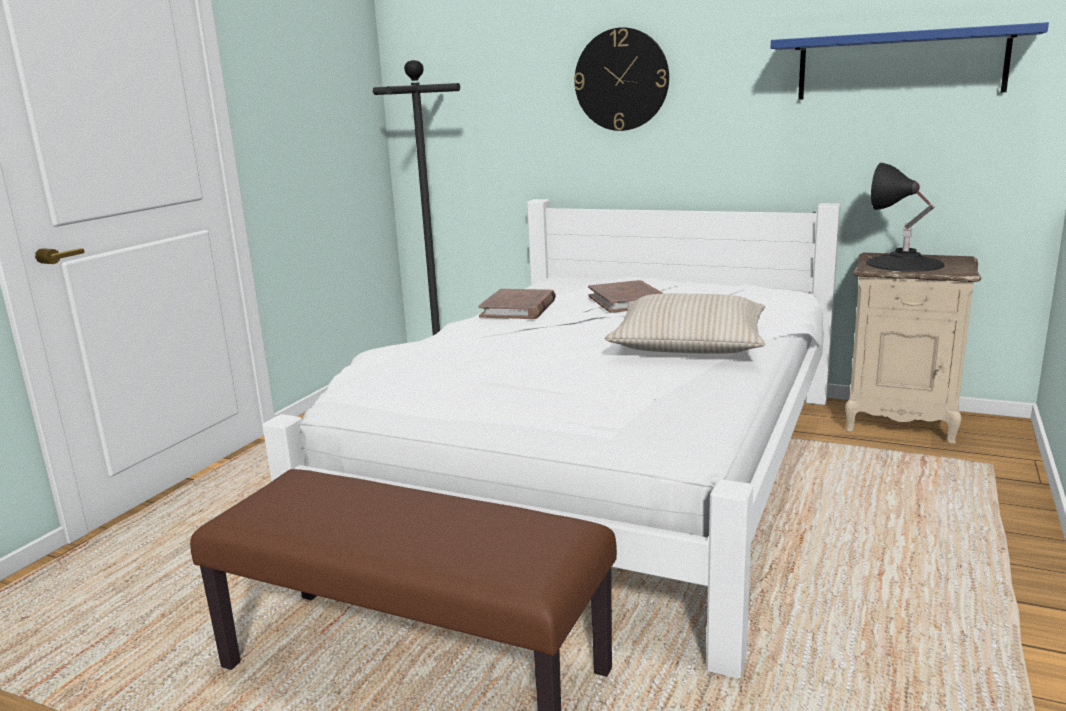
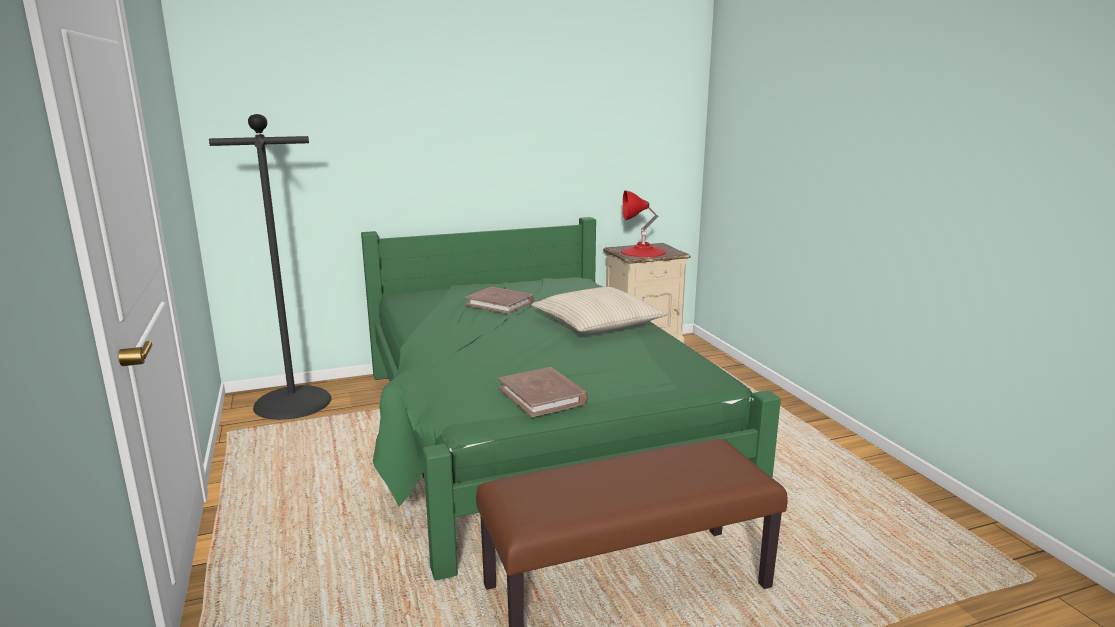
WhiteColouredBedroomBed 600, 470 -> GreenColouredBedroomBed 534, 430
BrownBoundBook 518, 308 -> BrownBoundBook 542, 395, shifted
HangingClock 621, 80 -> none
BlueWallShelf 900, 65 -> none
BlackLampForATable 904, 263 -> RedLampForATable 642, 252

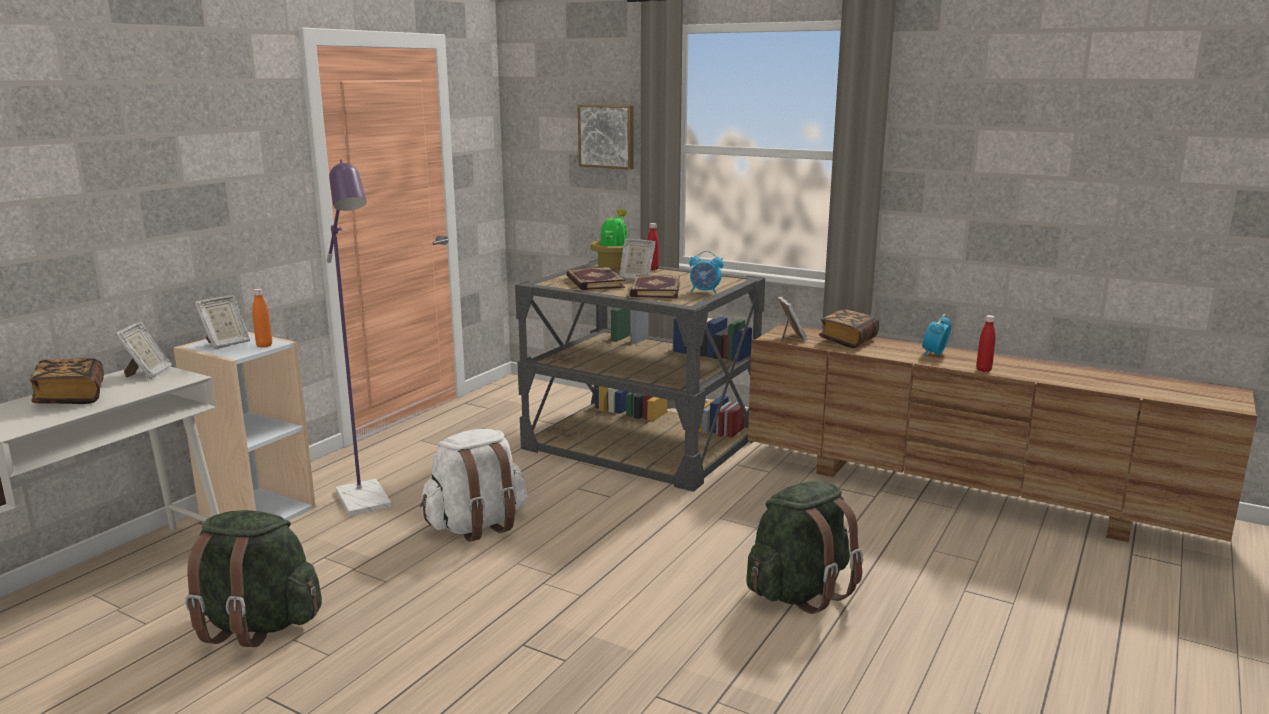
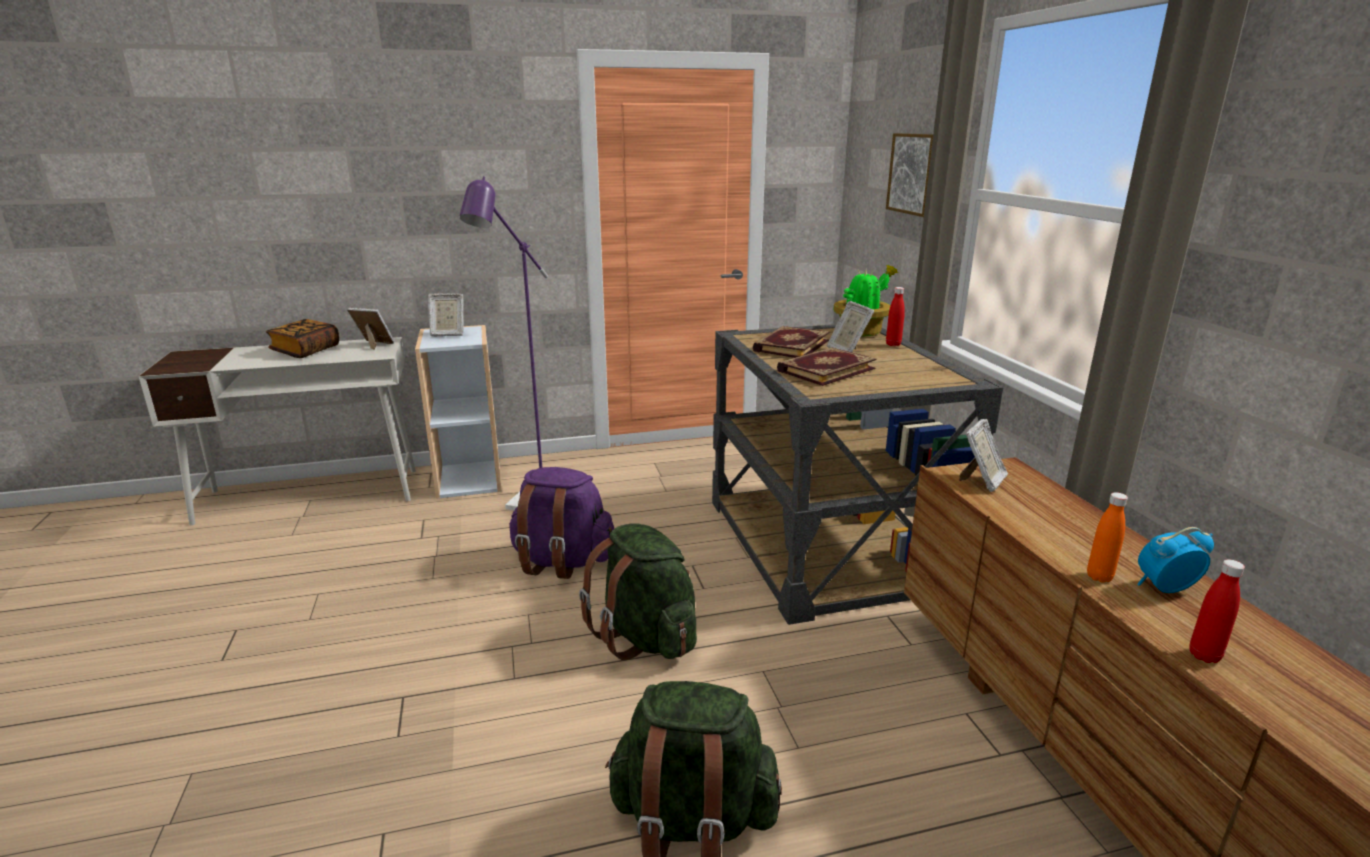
StandingFrame 147, 374 -> StandingFrame 375, 345, 120 degrees counterclockwise
GreenColouredRucksack 257, 625 -> GreenColouredRucksack 646, 636, shifted
OrangeBottle 264, 345 -> OrangeBottle 1099, 577, shifted
WhiteColouredRucksack 477, 525 -> PurplishRucksack 562, 561
BedsideClock 705, 292 -> none
BoundBook 848, 341 -> none

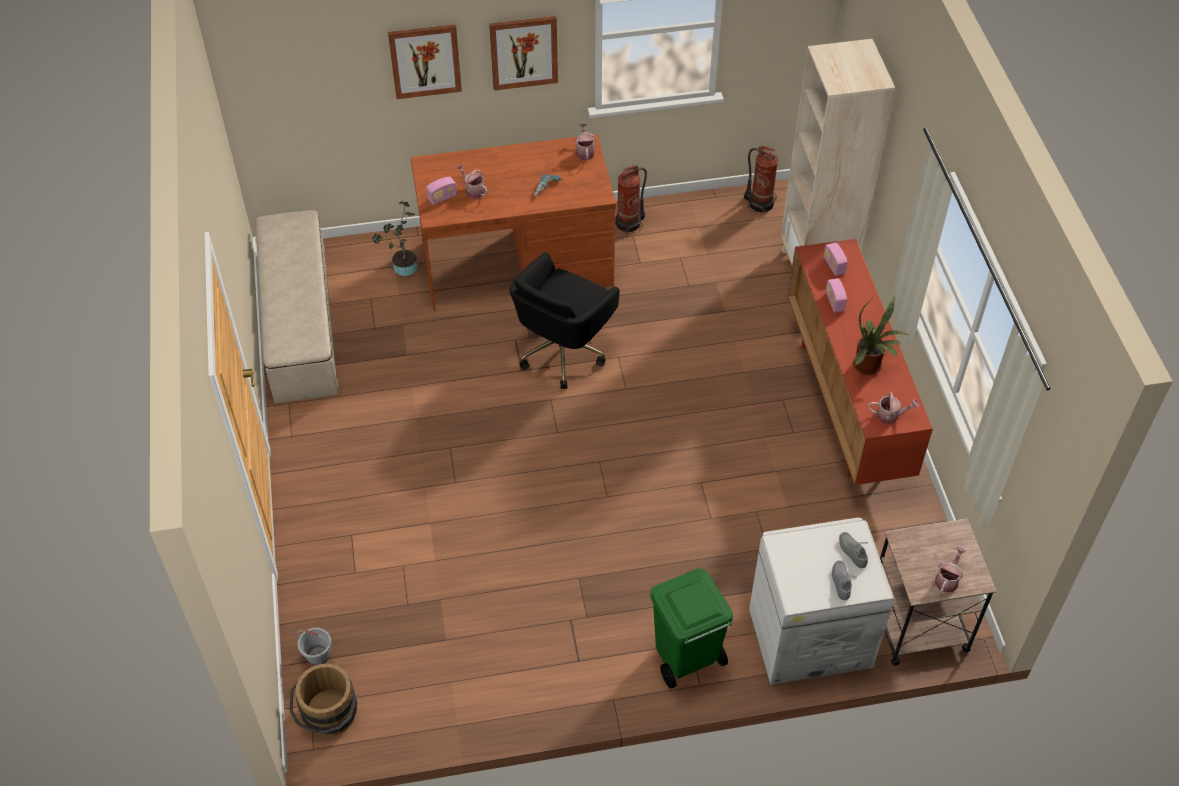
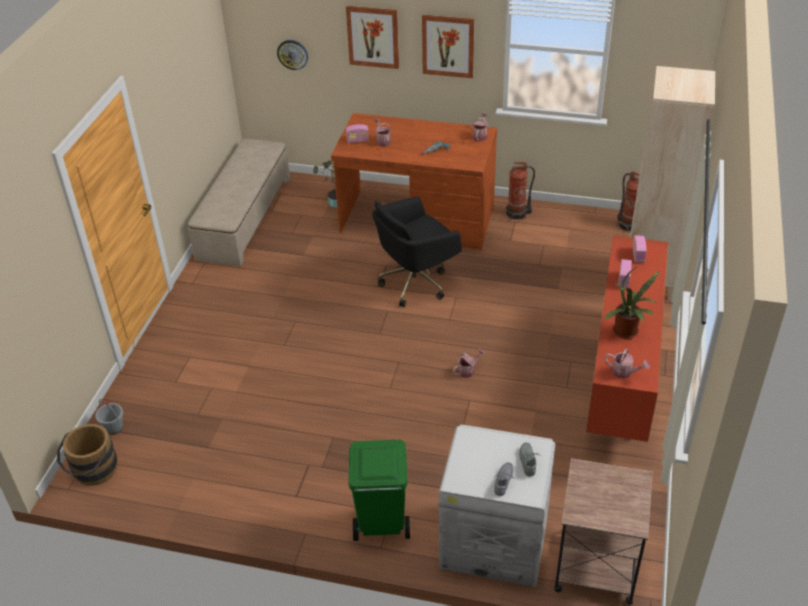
WateringCan 947, 579 -> WateringCan 468, 370, shifted
none -> HangingClock 292, 54

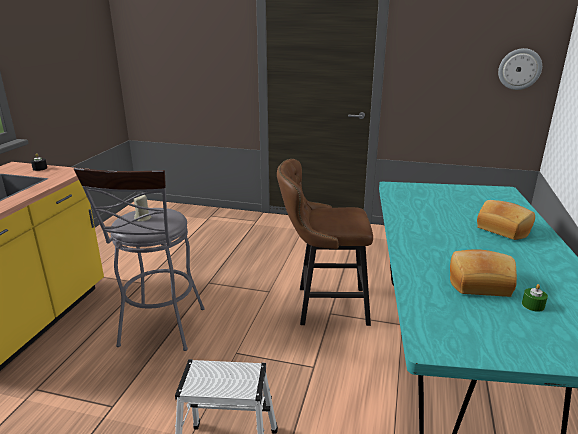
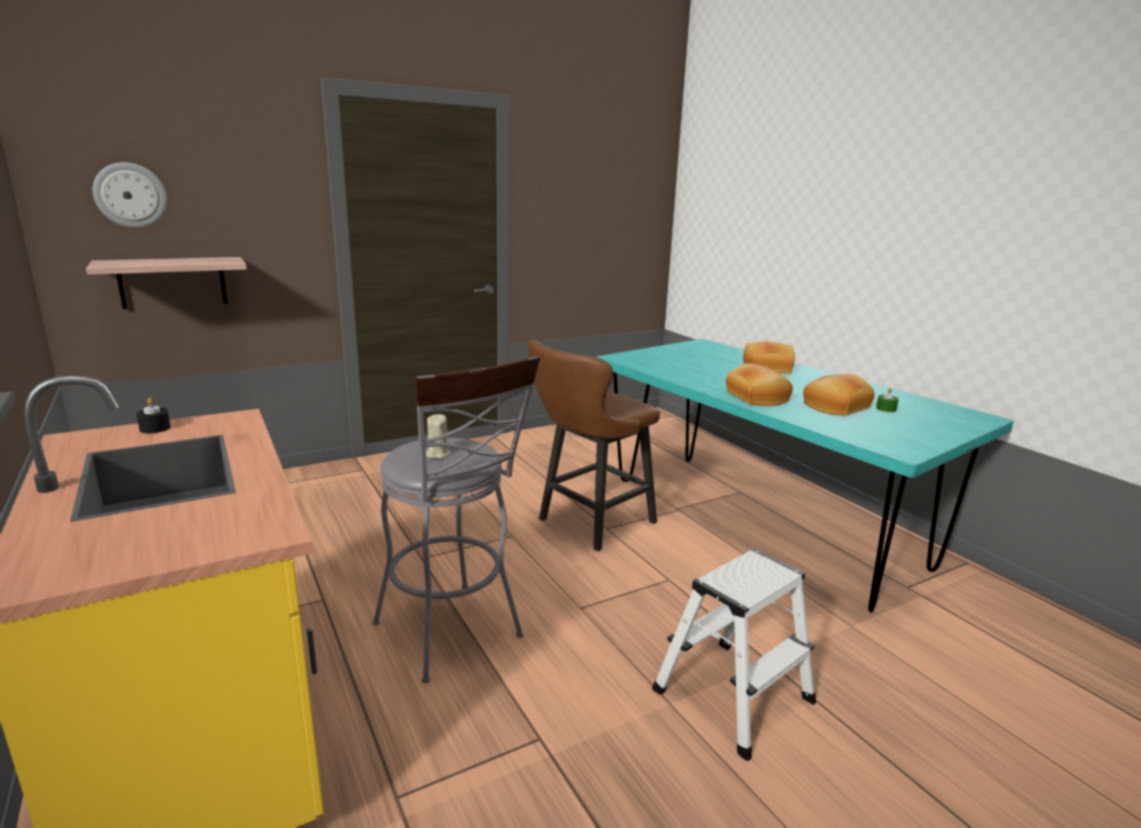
HangingClock 519, 69 -> HangingClock 131, 195, shifted
none -> WallShelf 173, 282
none -> BakedBread 755, 398

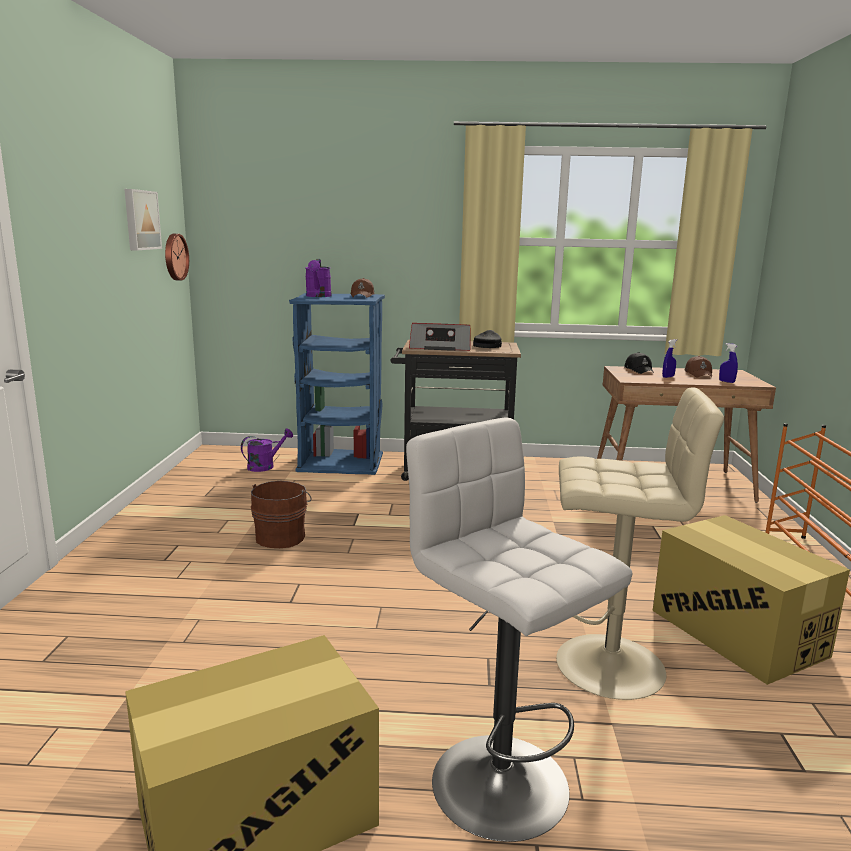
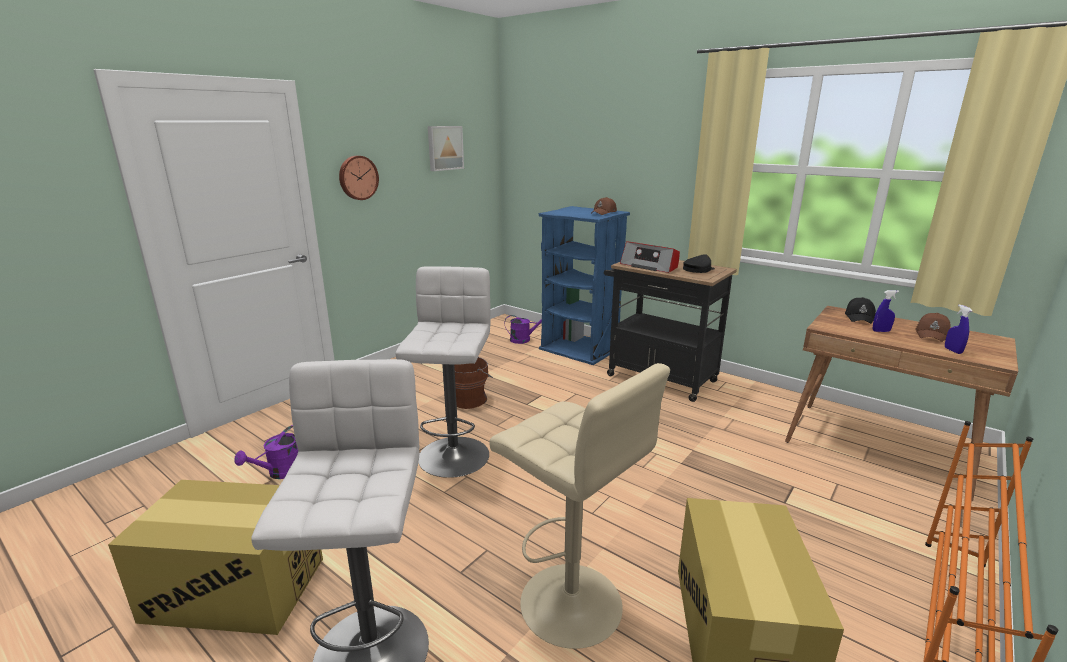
HangingClock 174, 257 -> HangingClock 357, 177, shifted
PurplishWateringCan 318, 296 -> PurplishWateringCan 280, 473, shifted
none -> WhiteColouredStoolSeat 454, 456

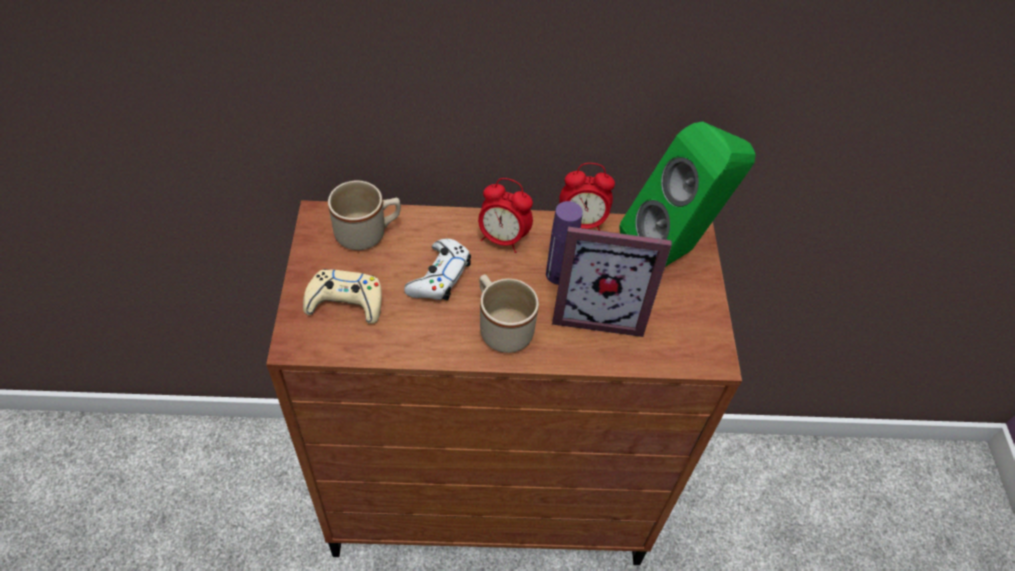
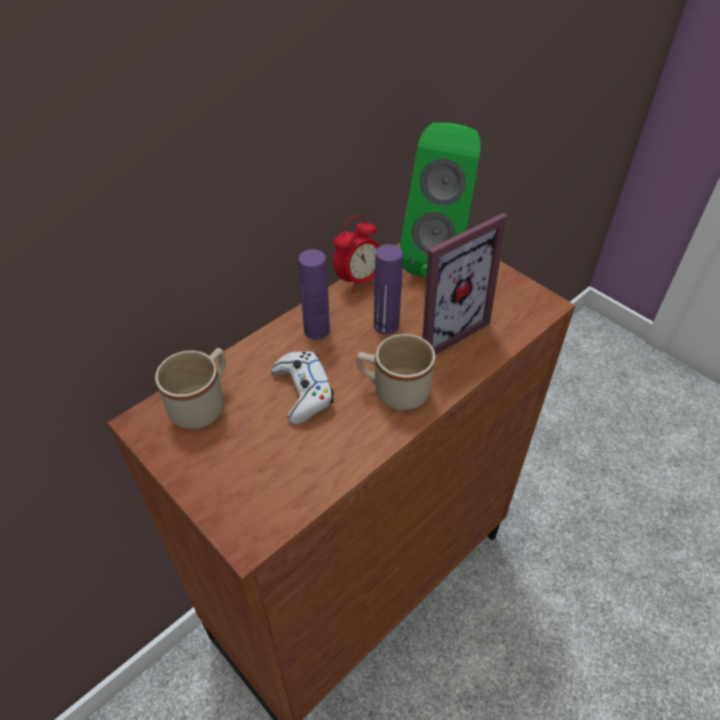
BeigeColouredGamepad 345, 302 -> none
BedsideClock 502, 239 -> PurplishBottle 317, 330

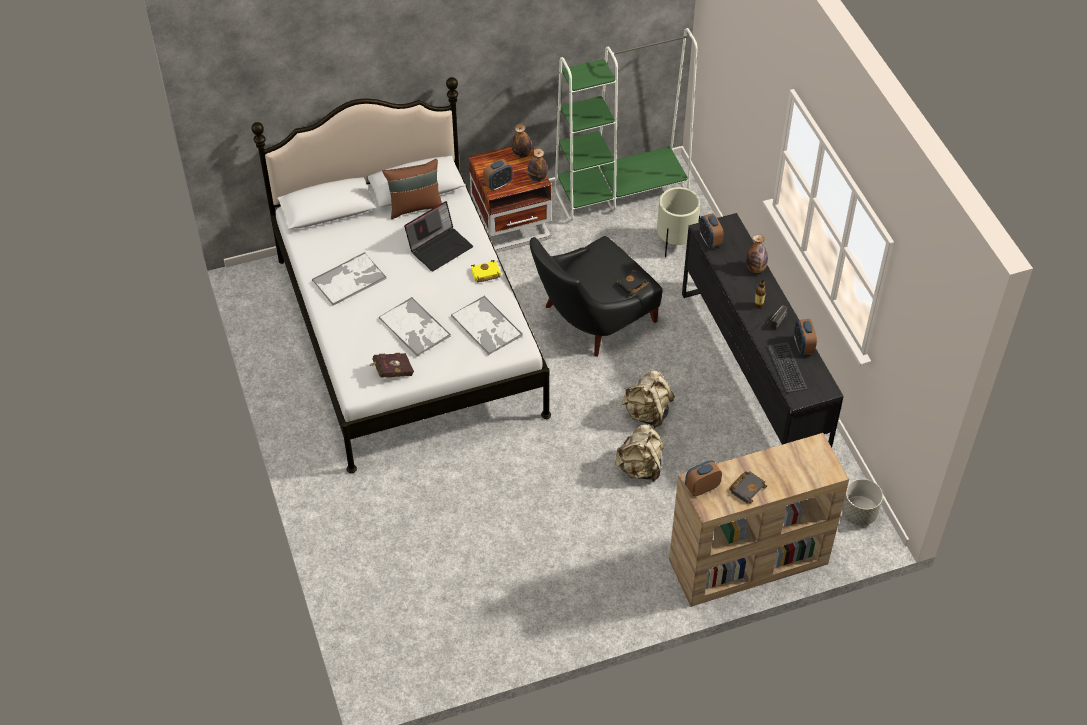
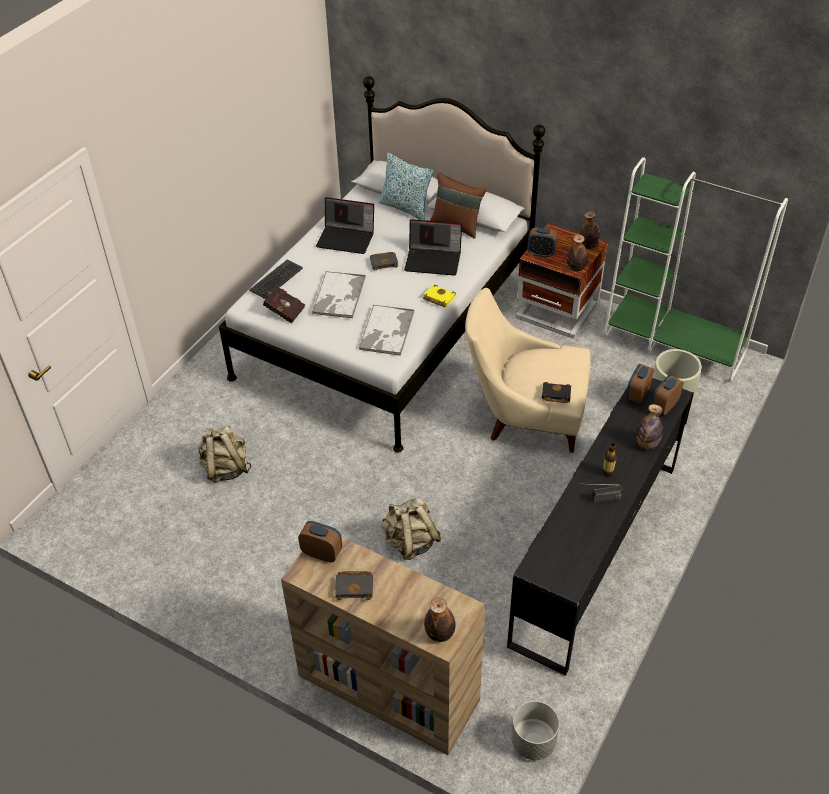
Tray 349, 279 -> NotebookComputer 347, 238
BlackEasyChair 591, 319 -> BeigeColouredEasyChair 525, 412
BeigeColouredRucksack 647, 413 -> BeigeColouredRucksack 225, 468, shifted
ComputerKeyboard 787, 368 -> ComputerKeyboard 277, 279, shifted
BedsideClock 803, 346 -> BedsideClock 664, 406, shifted
none -> BlackBoundBook 384, 262
none -> Pillow 405, 208
none -> Bottle 440, 634

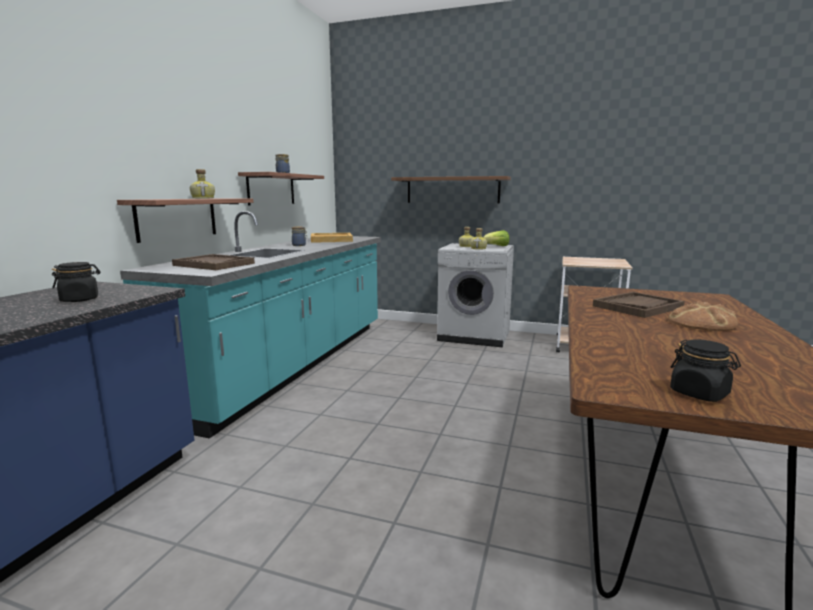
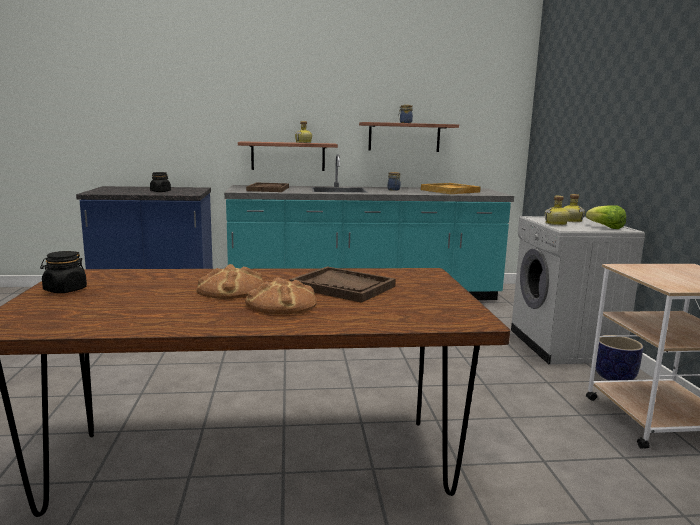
BrownWallShelf 452, 190 -> none
none -> BakedBread 230, 289
none -> FlowerPot 615, 377

